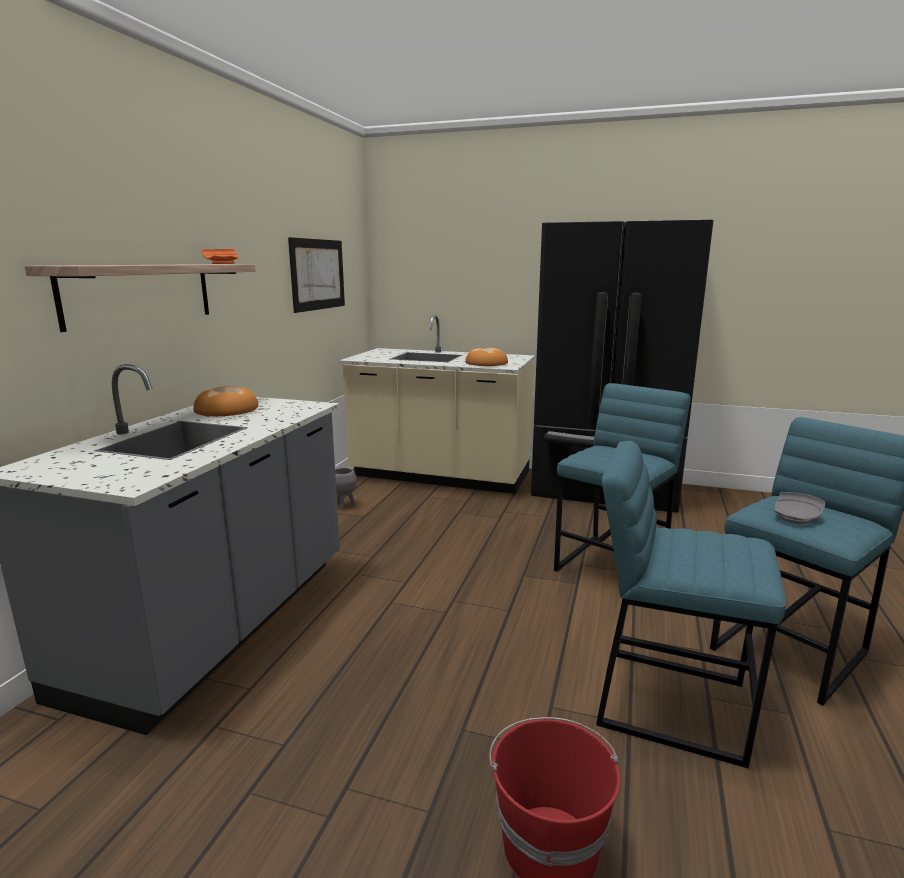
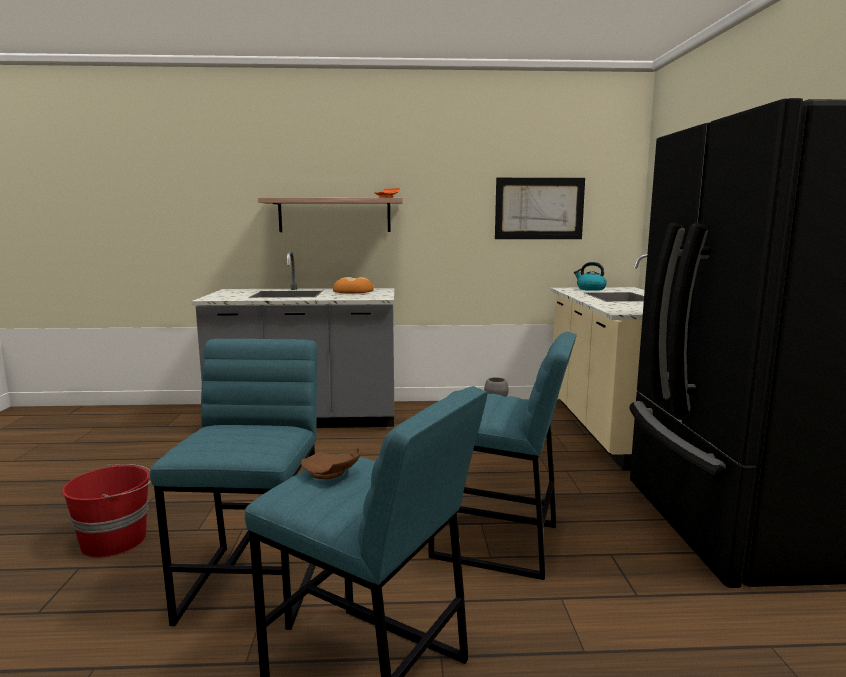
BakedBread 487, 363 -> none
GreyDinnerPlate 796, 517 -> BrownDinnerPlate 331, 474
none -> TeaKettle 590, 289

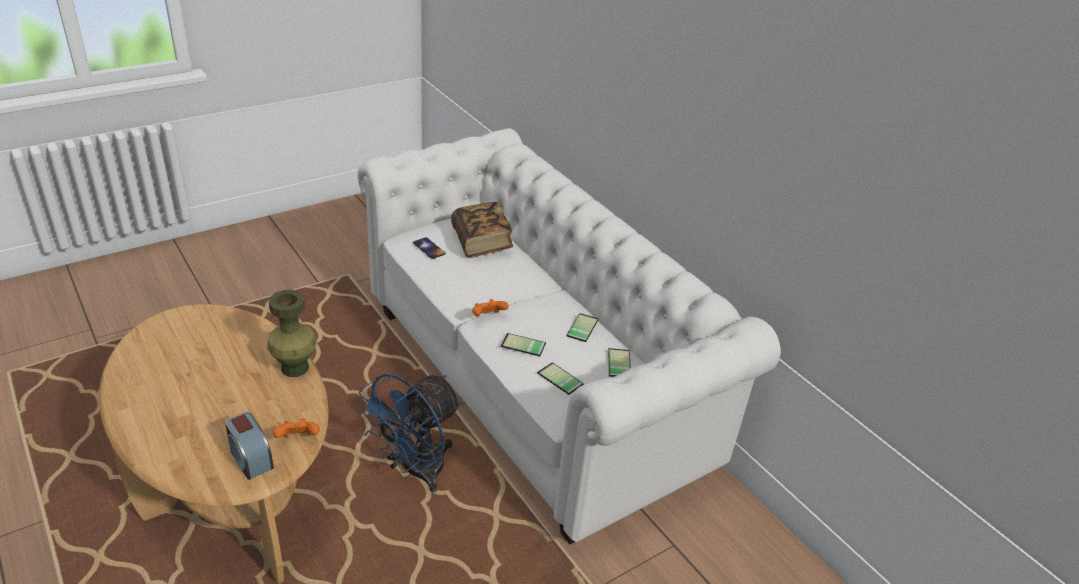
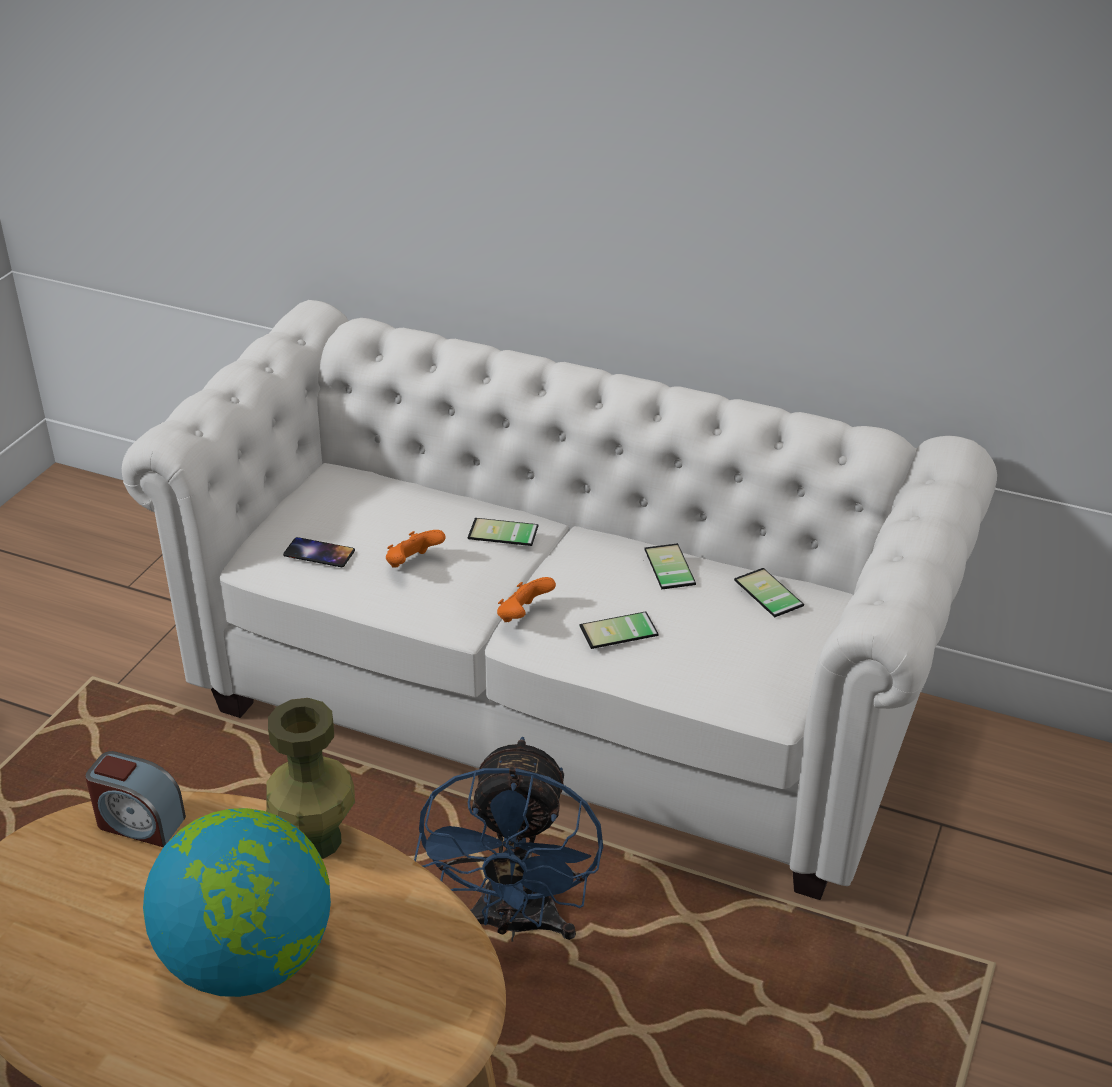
BedsideClock 250, 459 -> BedsideClock 139, 822, shifted
OrangeGamepad 298, 439 -> OrangeGamepad 413, 564, shifted
BoundBook 481, 242 -> none
Handset 558, 380 -> Handset 502, 534, shifted
none -> Globe 249, 960

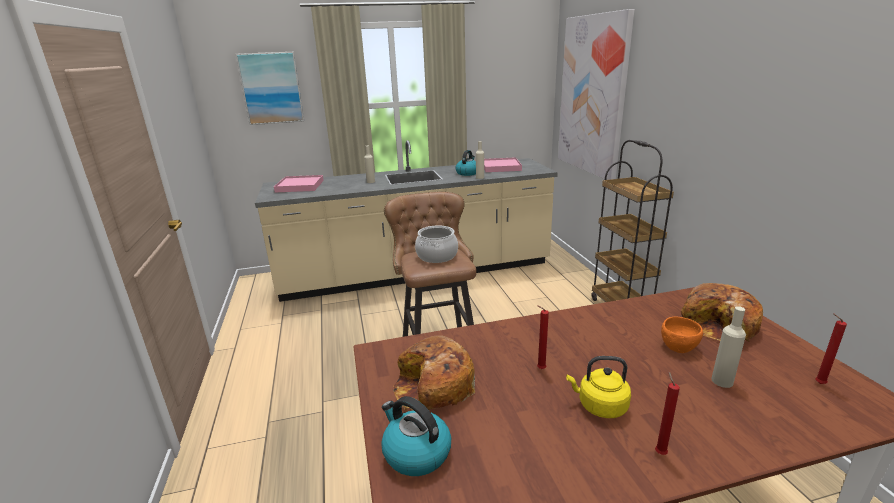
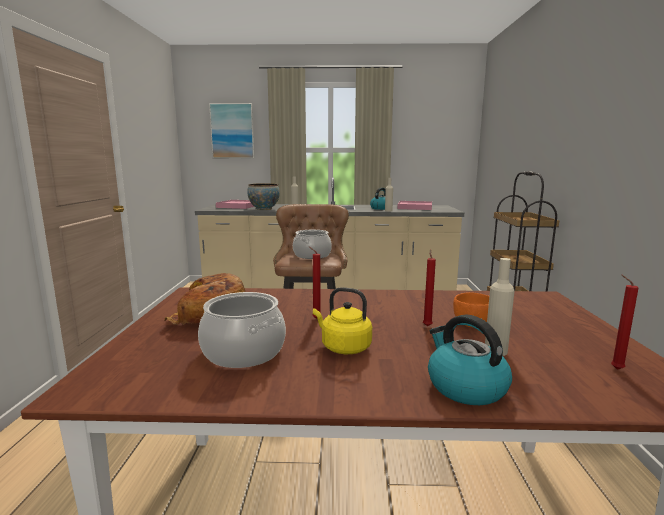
TeaKettle 415, 453 -> TeaKettle 465, 387, shifted
WallPicture 592, 96 -> none
RedCandle 659, 452 -> RedCandle 427, 325, shifted
BakedBread 720, 324 -> none
none -> Stockpot 244, 352
none -> DeepDish 264, 209

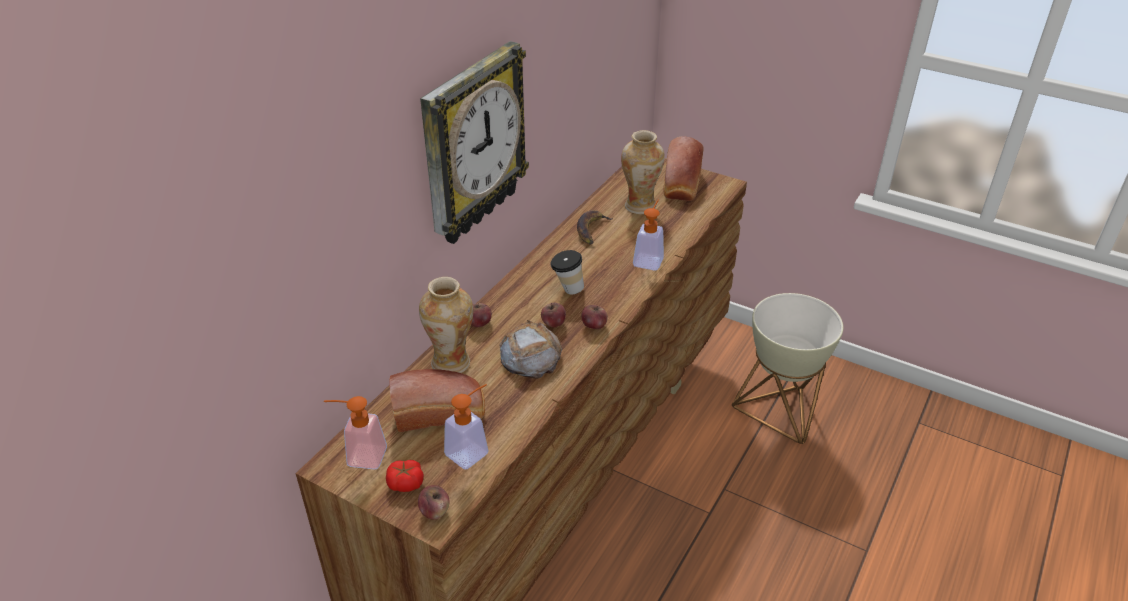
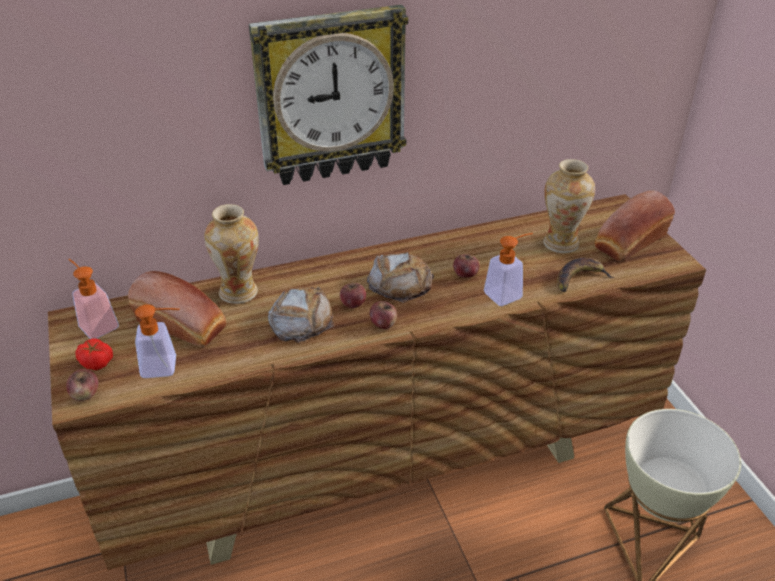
Apple 479, 323 -> Apple 465, 274, shifted
SmallCup 567, 289 -> BakedBread 400, 283
Banana 591, 230 -> Banana 579, 278, shifted

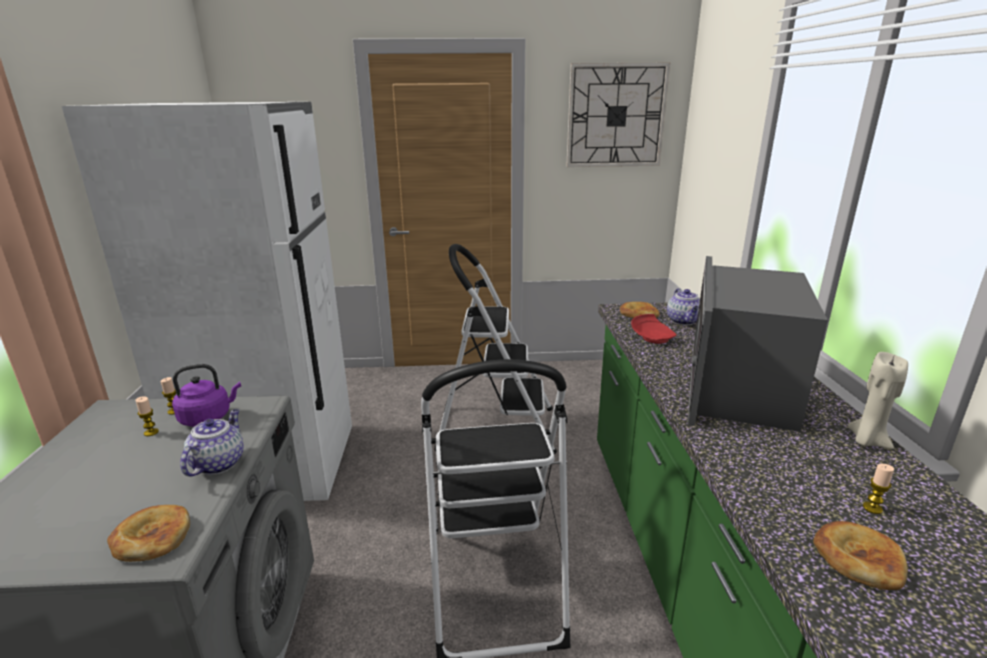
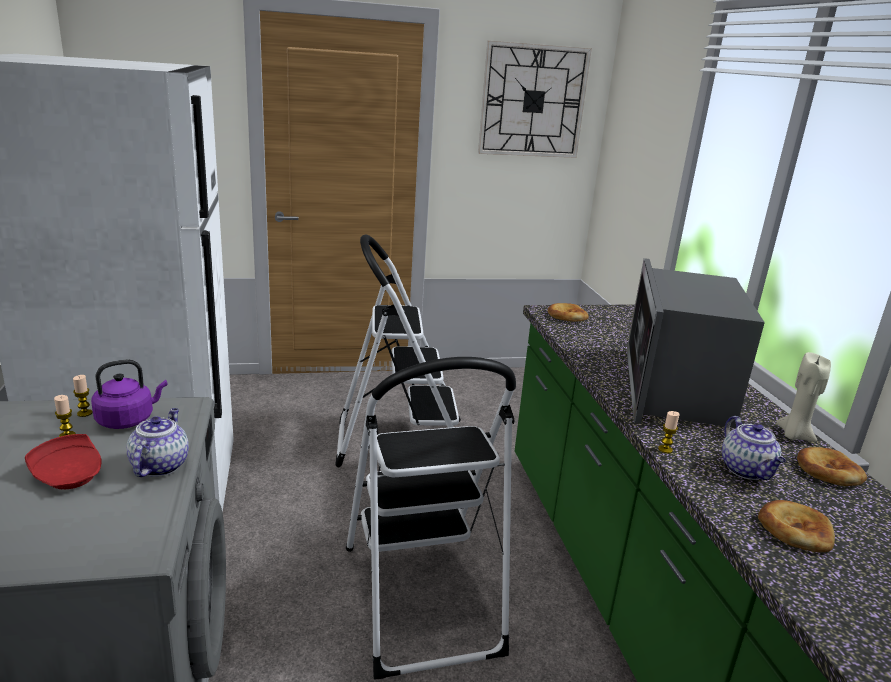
BakedBread 152, 537 -> BakedBread 828, 471, shifted
RedDinnerPlate 652, 337 -> RedDinnerPlate 70, 475, shifted
TeaPot 684, 321 -> TeaPot 747, 471, shifted
Candle 872, 508 -> Candle 665, 449, shifted

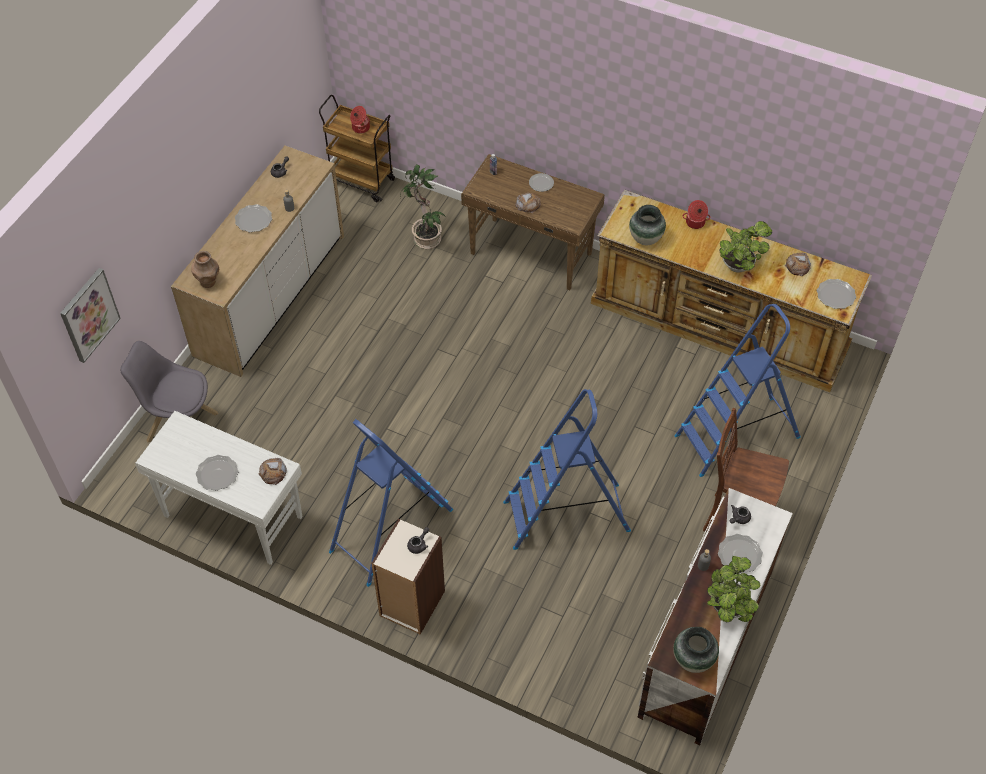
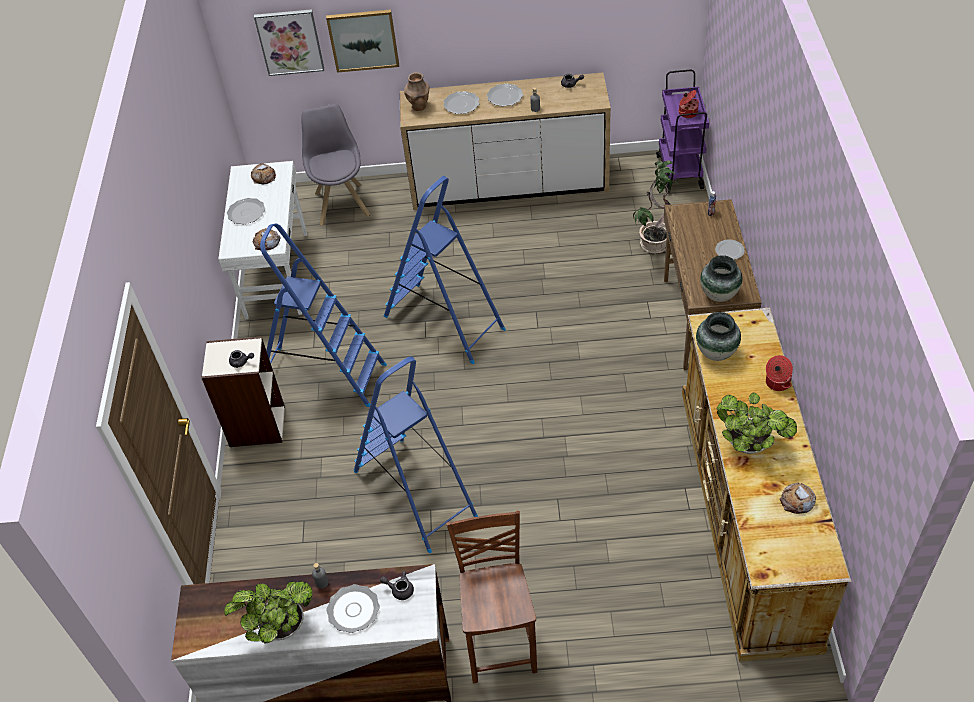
BrownTrolley 362, 182 -> PurplishTrolley 679, 172
BakedBread 528, 204 -> BakedBread 264, 176, shifted
DecorativeVase 693, 660 -> DecorativeVase 719, 295, shifted
BlueStepLadder 736, 437 -> BlueStepLadder 443, 322, shifted
DinnerPlate 835, 295 -> DinnerPlate 461, 104, shifted
none -> WallPicture 363, 40

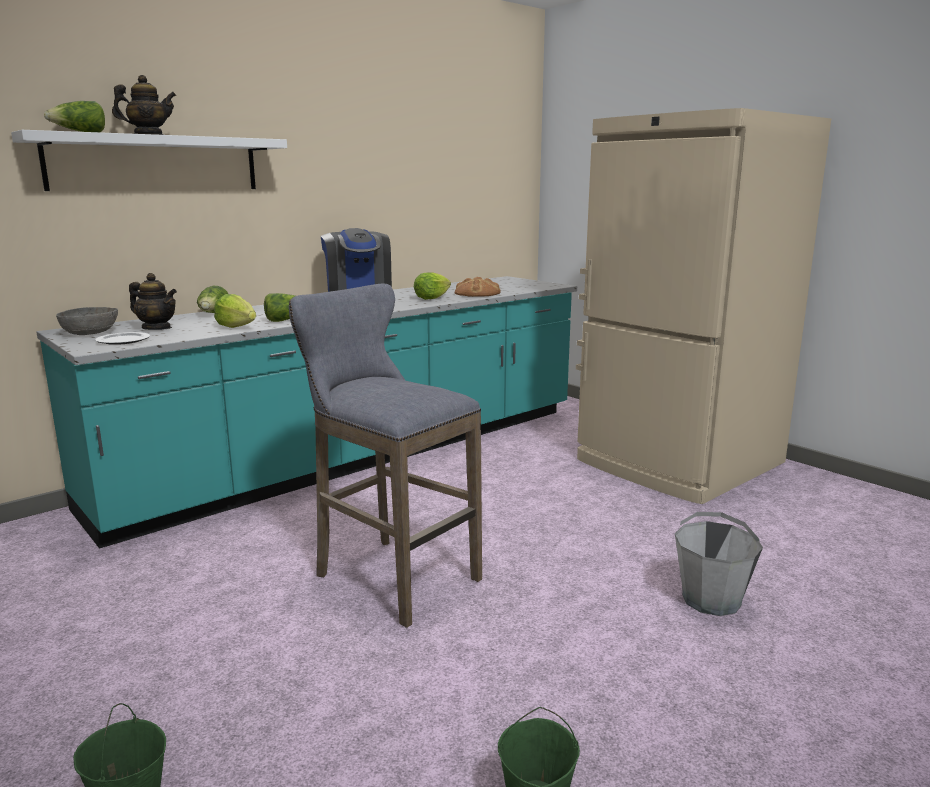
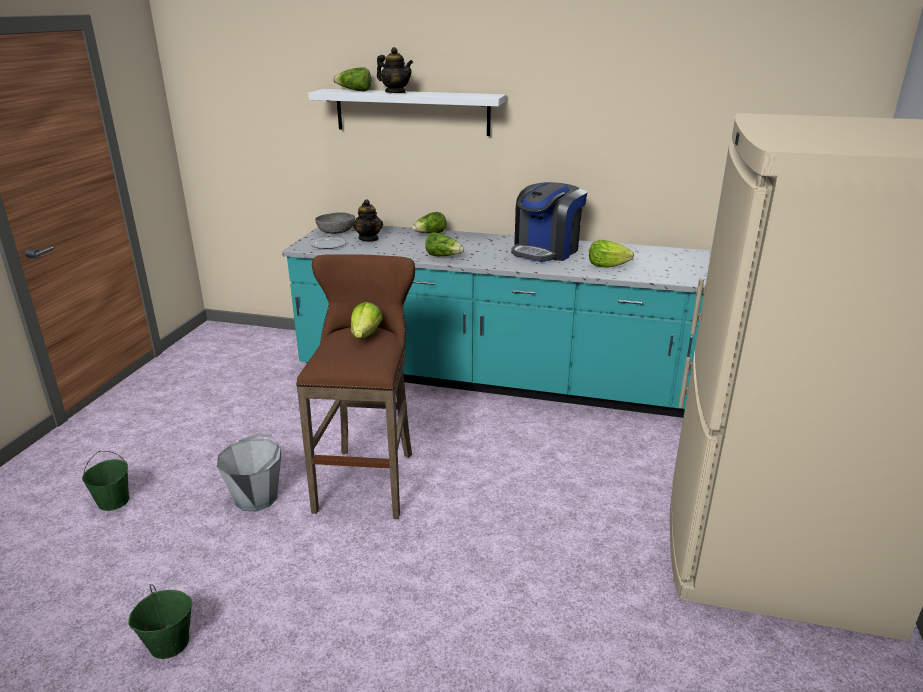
Lettuce 237, 327 -> Lettuce 366, 335, shifted
GreyStoolSeat 390, 576 -> BrownStoolSeat 367, 478
BakedBread 477, 293 -> none
GreyPail 711, 599 -> GreyPail 256, 497, shifted

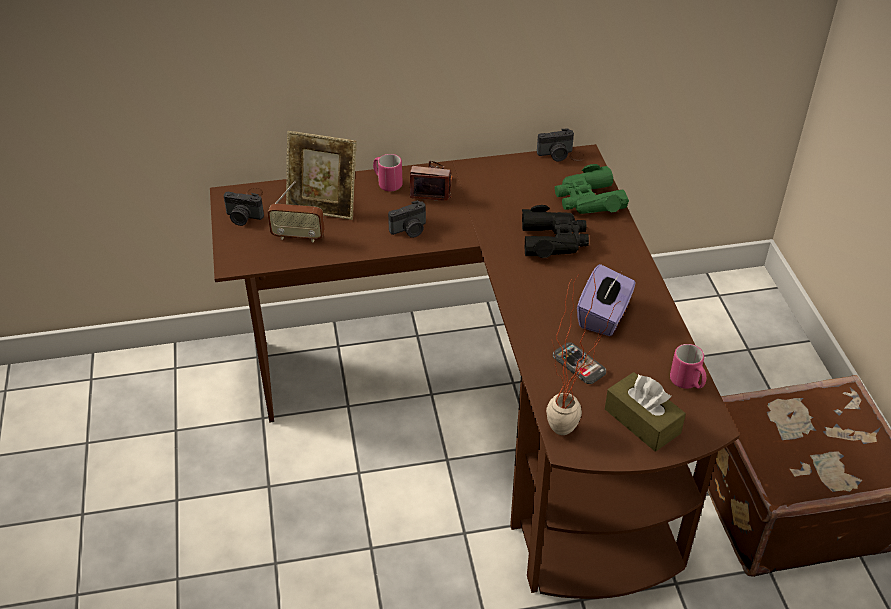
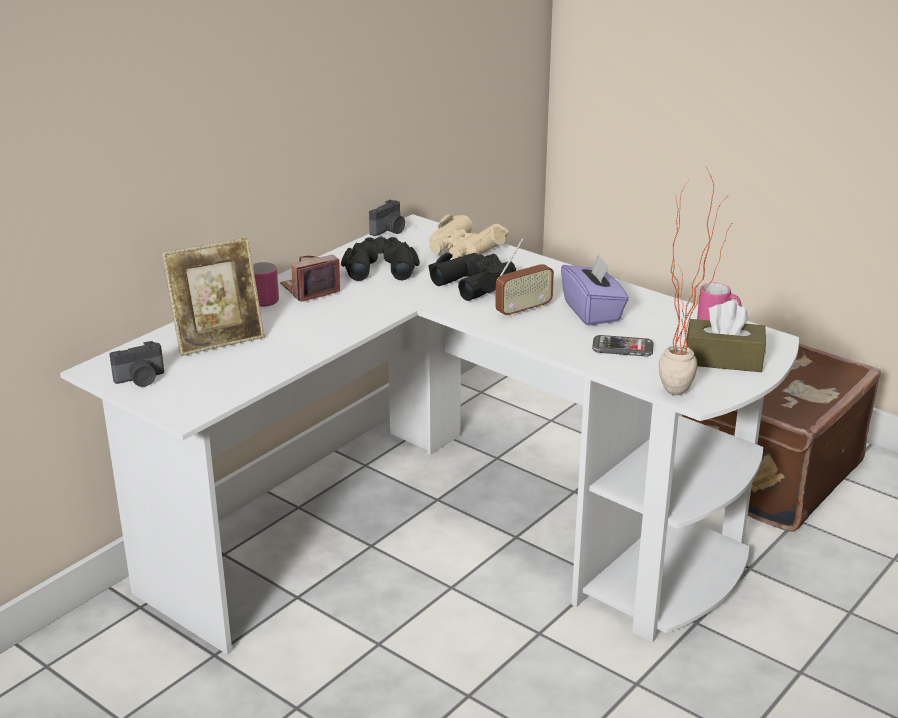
BrownDesk 486, 412 -> WhiteColouredDesk 441, 533
Radio 298, 237 -> Radio 523, 310, shifted
StillCamera 410, 230 -> none
GreenColouredFieldGlasses 588, 200 -> BeigeColouredFieldGlasses 463, 249
none -> BlackFieldGlasses 380, 266

